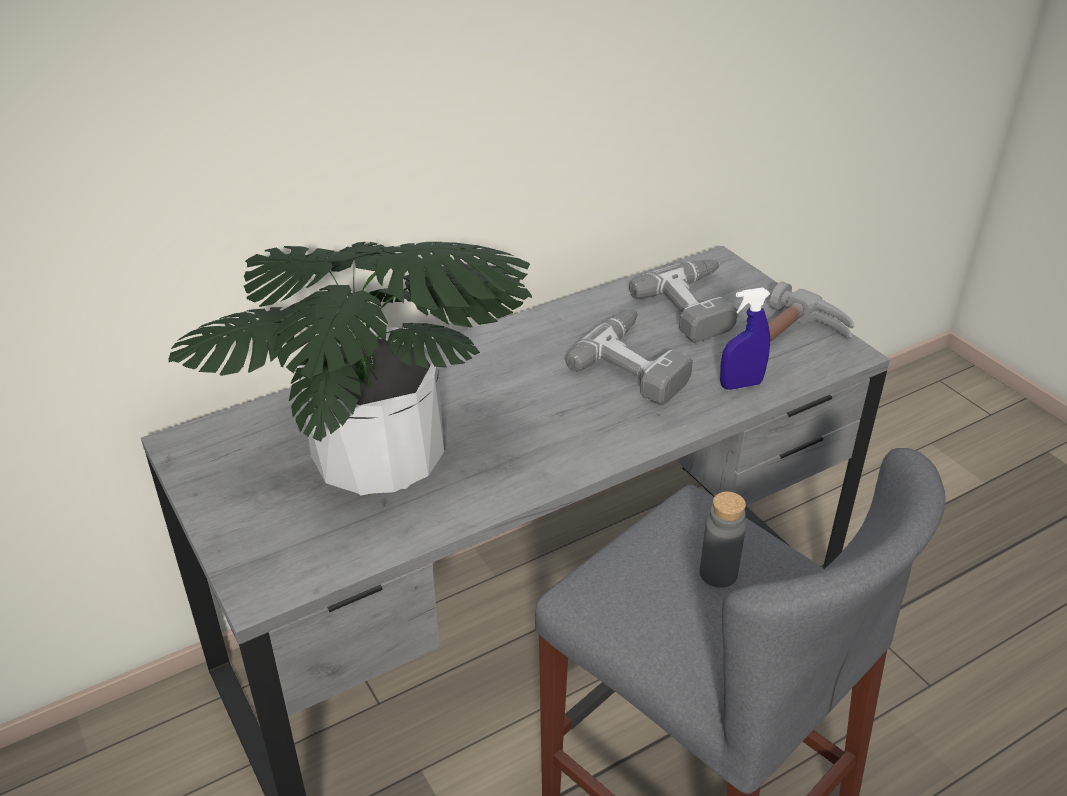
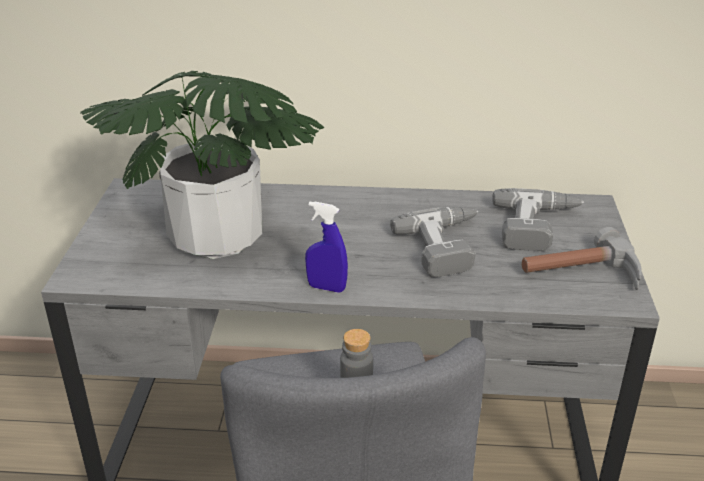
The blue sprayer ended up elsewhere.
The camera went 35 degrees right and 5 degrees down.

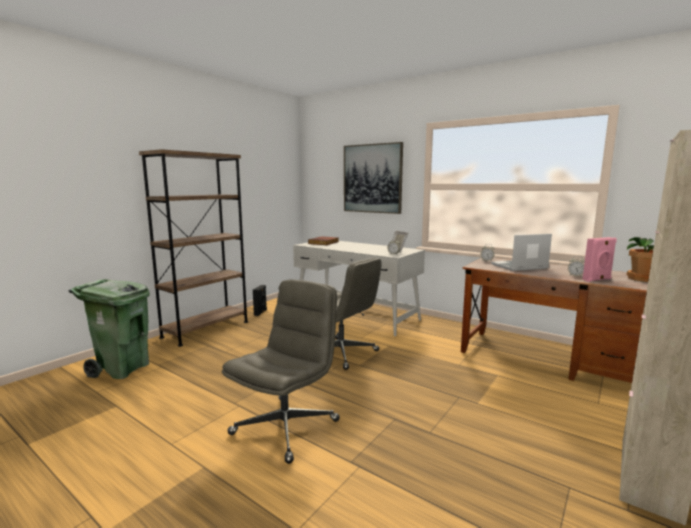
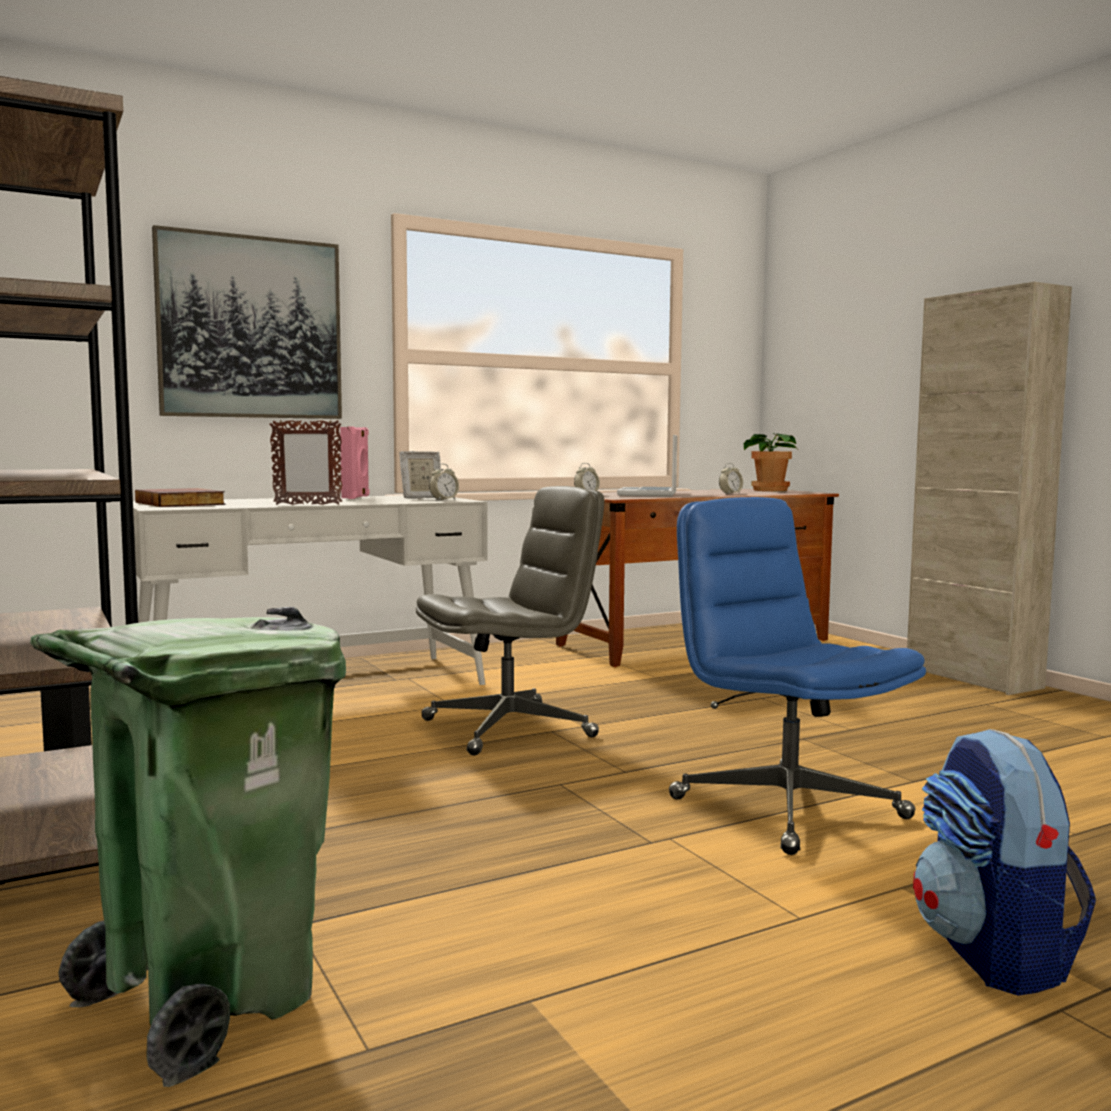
The second view gained the picture frame (no. 1 from left).
The second view gained the rucksack.
The pink audio speaker ended up elsewhere.
What was the gray desk chair (no. 1 from left) turned into the blue desk chair.
The camera went 65 degrees left and 5 degrees down.

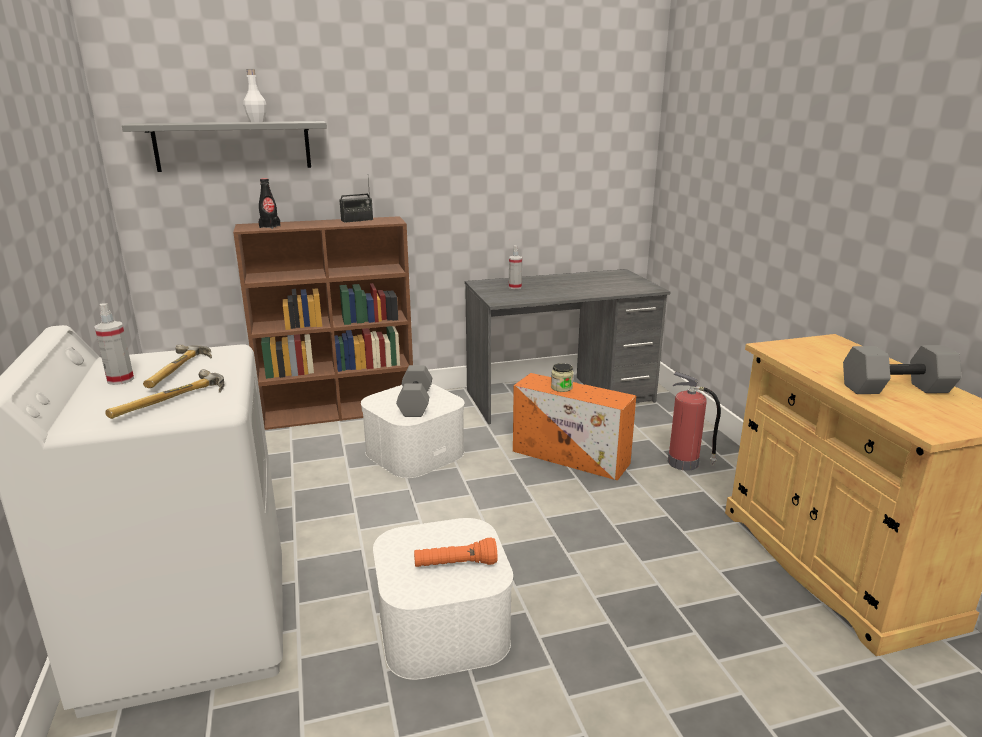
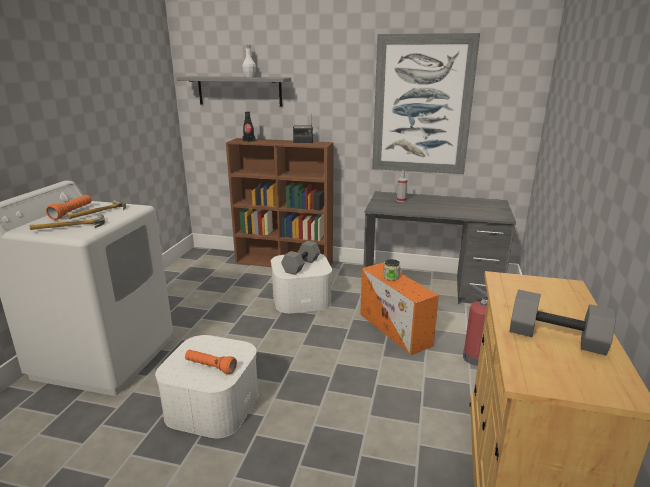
The second view gained the picture.
Where the sprayer (no. 1 from left) stood, the orange hand torch (no. 1 from left) came to stand.
The camera went 30 degrees right and 0 degrees up.

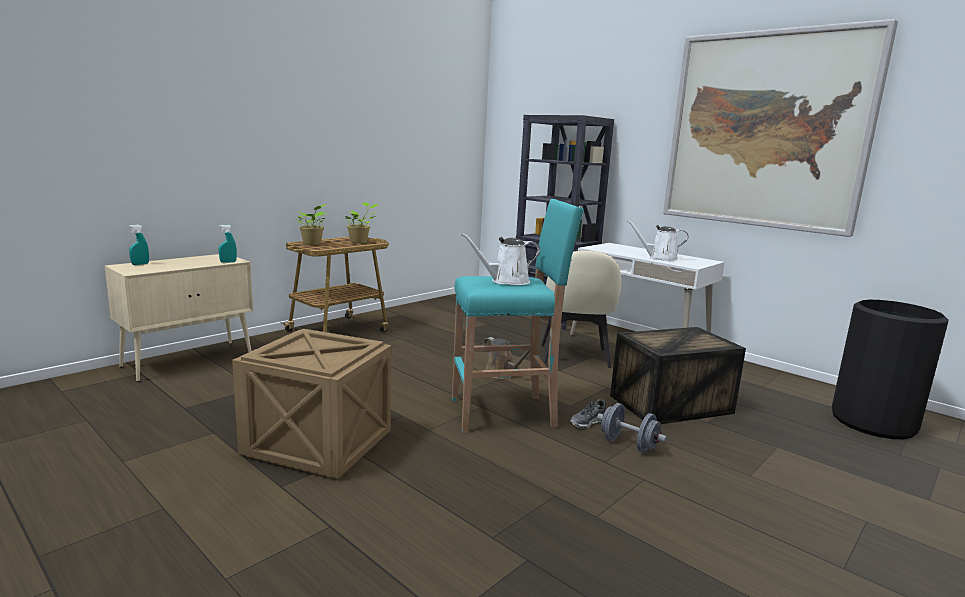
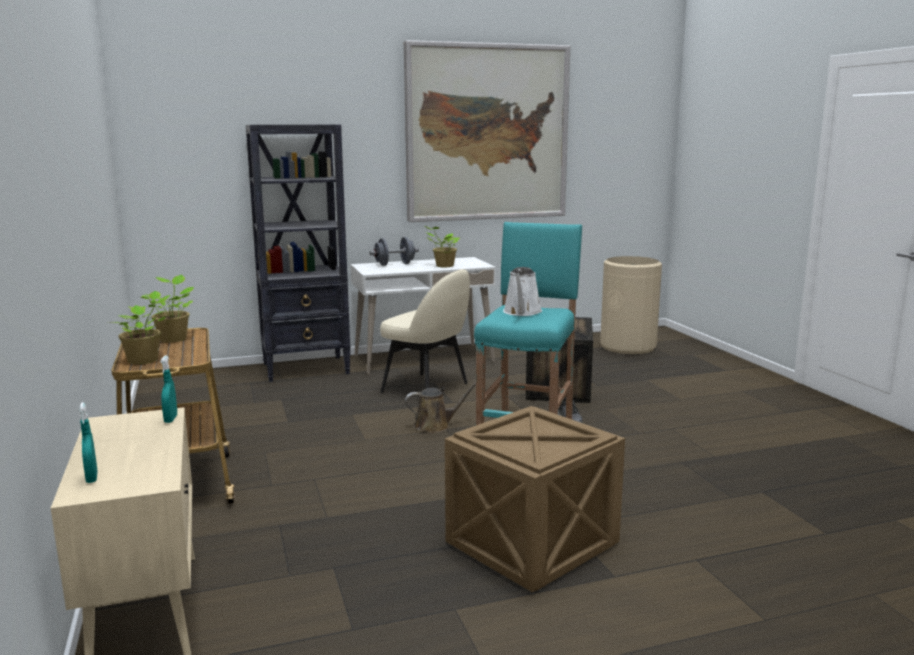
The gray hand weight ended up elsewhere.
Where the whitish watering pot (no. 2 from left) stood, the houseplant (no. 3 from left) came to stand.
What was the black rubbish bin turned into the beige-coloured rubbish bin.
The camera went 60 degrees left and 0 degrees up.

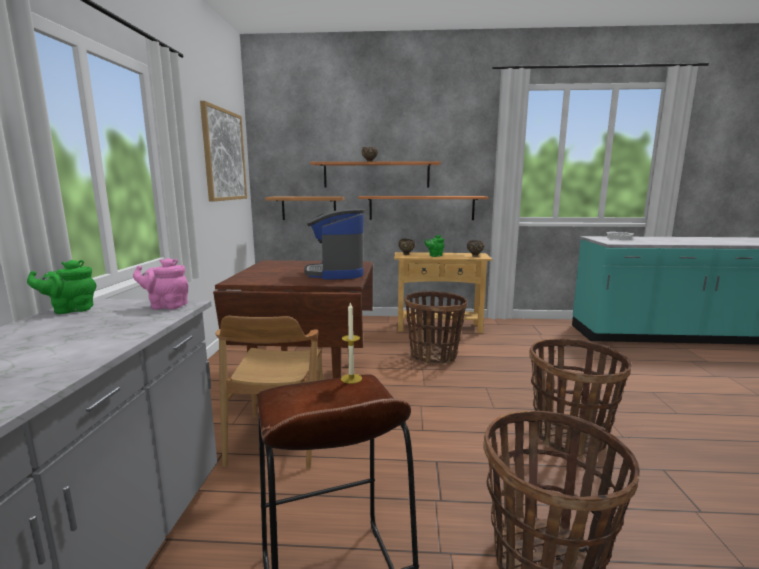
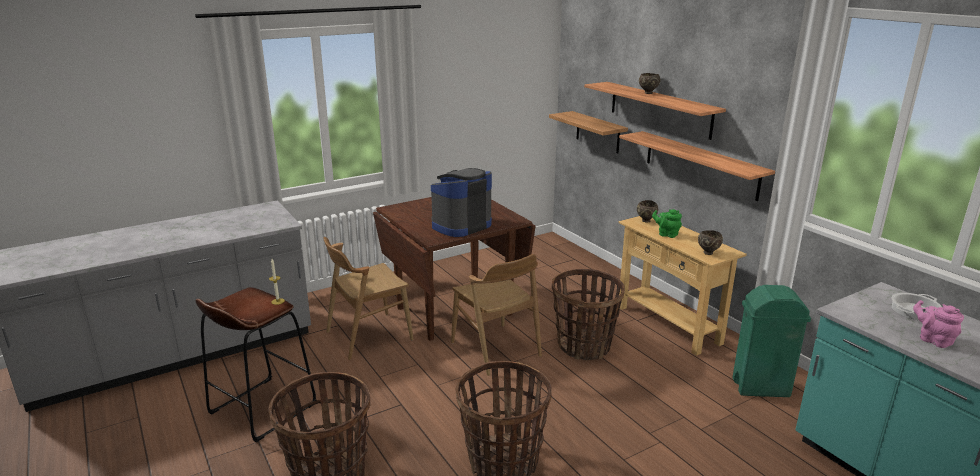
The second view lost the greenish tea pot (no. 1 from left).
The second view lost the picture.
The second view gained the brownish upright chair (no. 2 from left).
The second view gained the greenish rubbish bin.
The pink tea pot ended up elsewhere.
The camera went 55 degrees right and 10 degrees up.

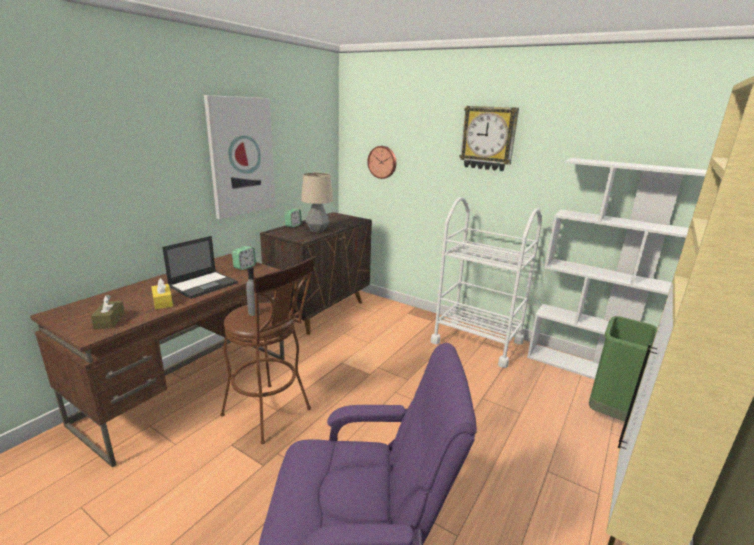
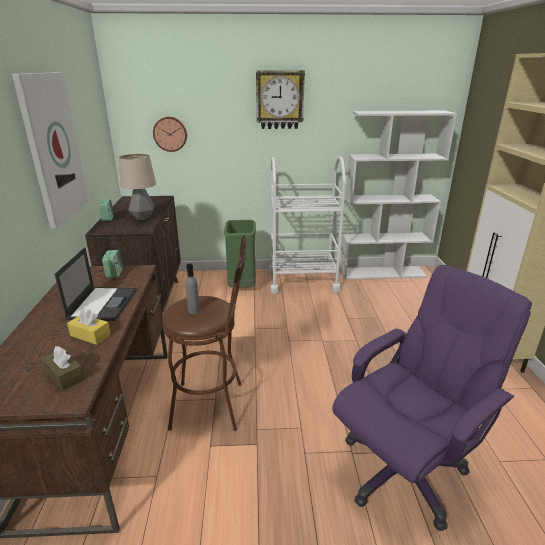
The greenish rubbish bin ended up elsewhere.
The camera went 35 degrees left and 5 degrees up.

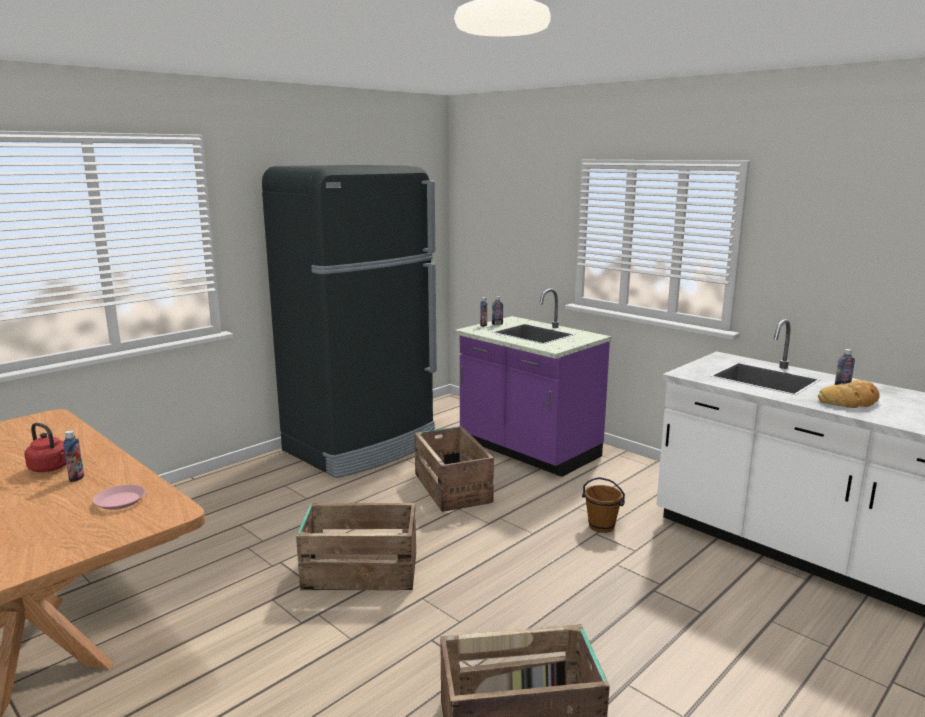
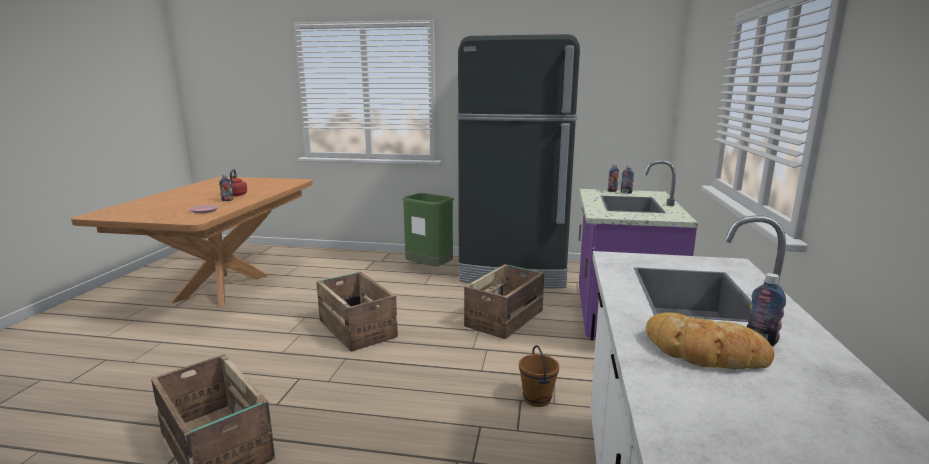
The second view gained the greenish rubbish bin.
The camera went 55 degrees right and 0 degrees up.

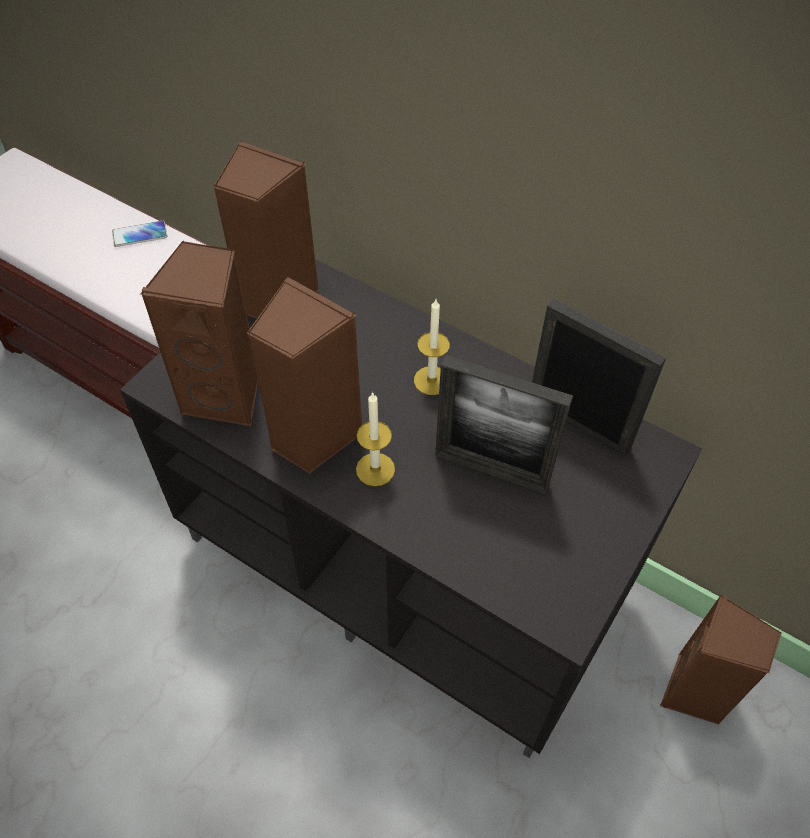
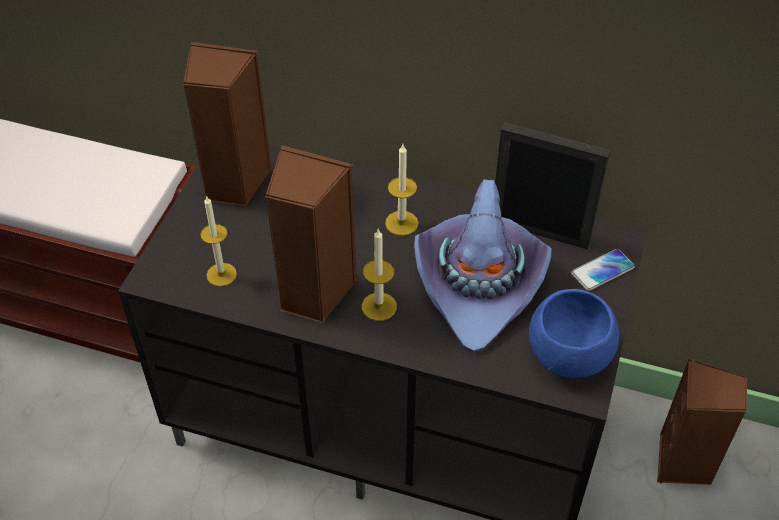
The second view gained the blue serving bowl.
The telephone ended up elsewhere.
Where the brownish audio speaker (no. 1 from left) stood, the wax light (no. 1 from left) came to stand.
Where the picture frame (no. 1 from left) stood, the purple-coloured wearable hat came to stand.
The camera went 15 degrees left and 5 degrees down.

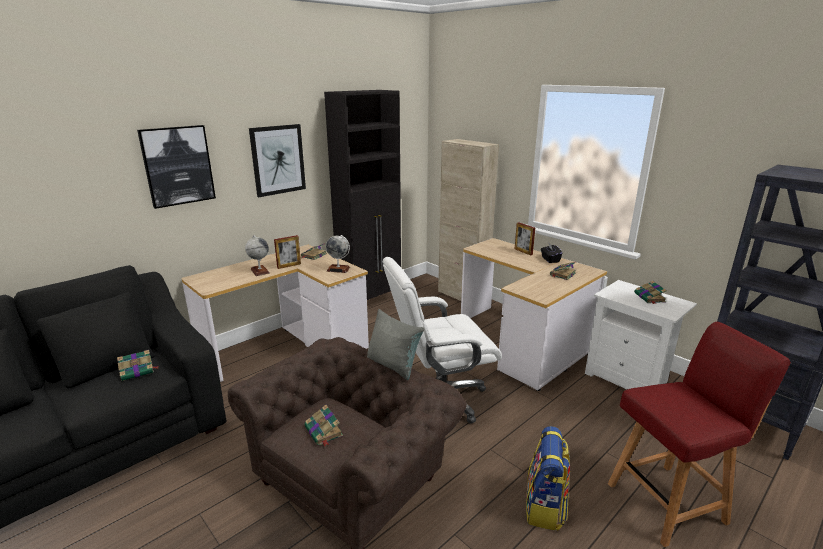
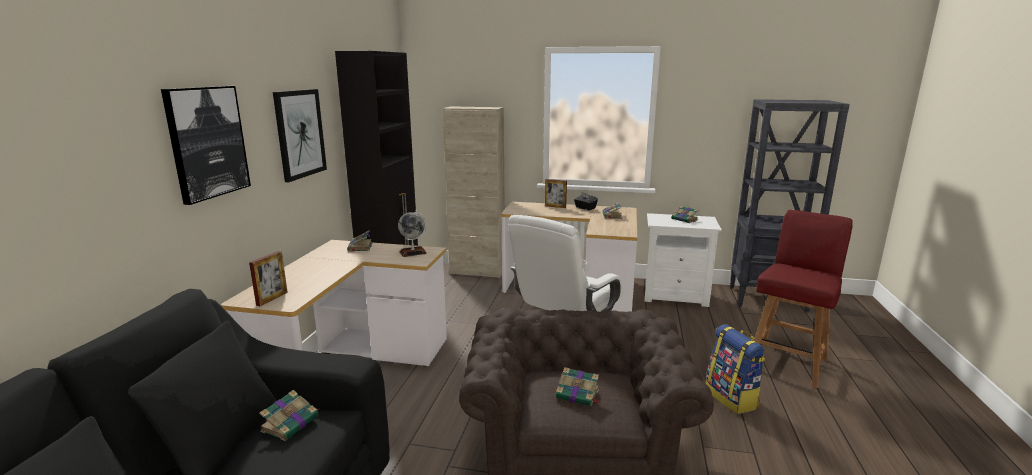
The second view lost the globe (no. 1 from left).
The second view lost the gray cushion.
The picture frame (no. 1 from left) ended up elsewhere.
The camera went 35 degrees left and 5 degrees down.

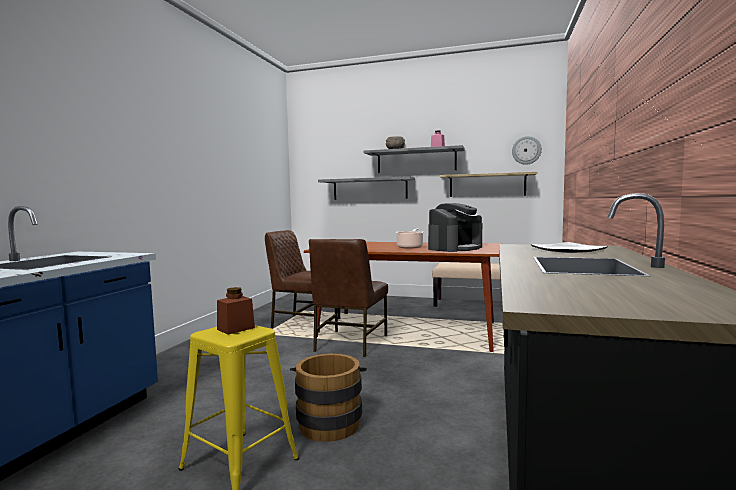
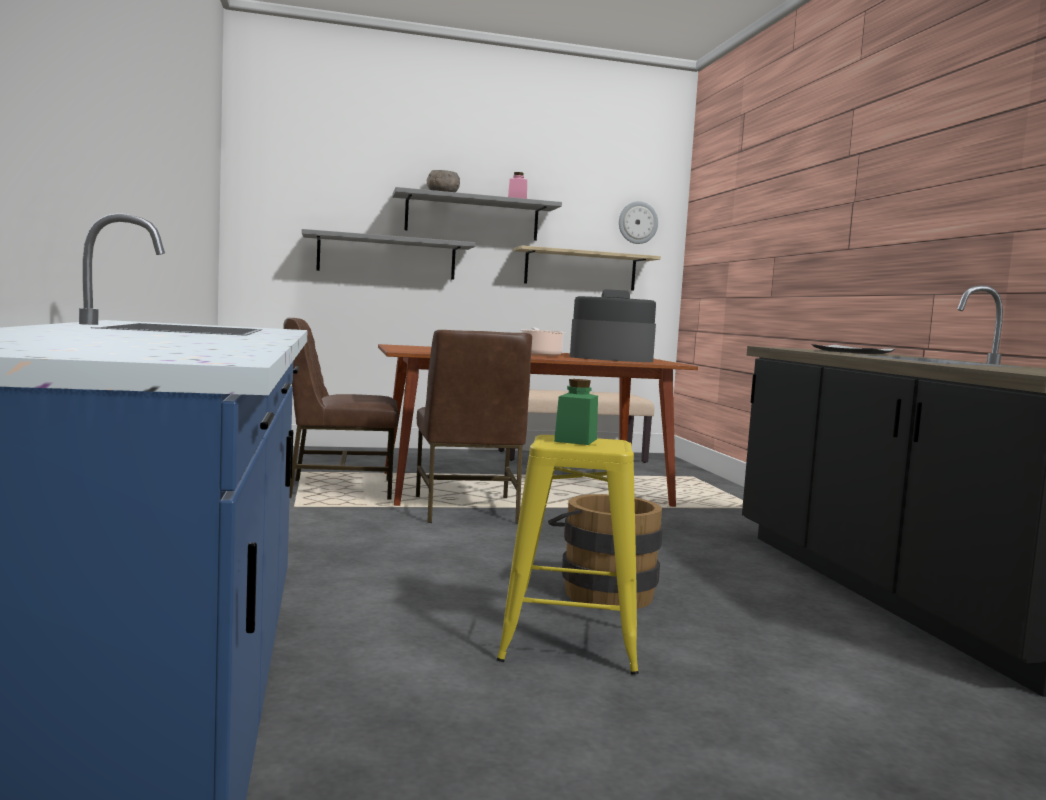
What was the brownish storage jar turned into the greenish storage jar.
The coffee brewer ended up facing another way, 105 degrees counterclockwise from before.
The camera went 30 degrees left and 0 degrees up.

